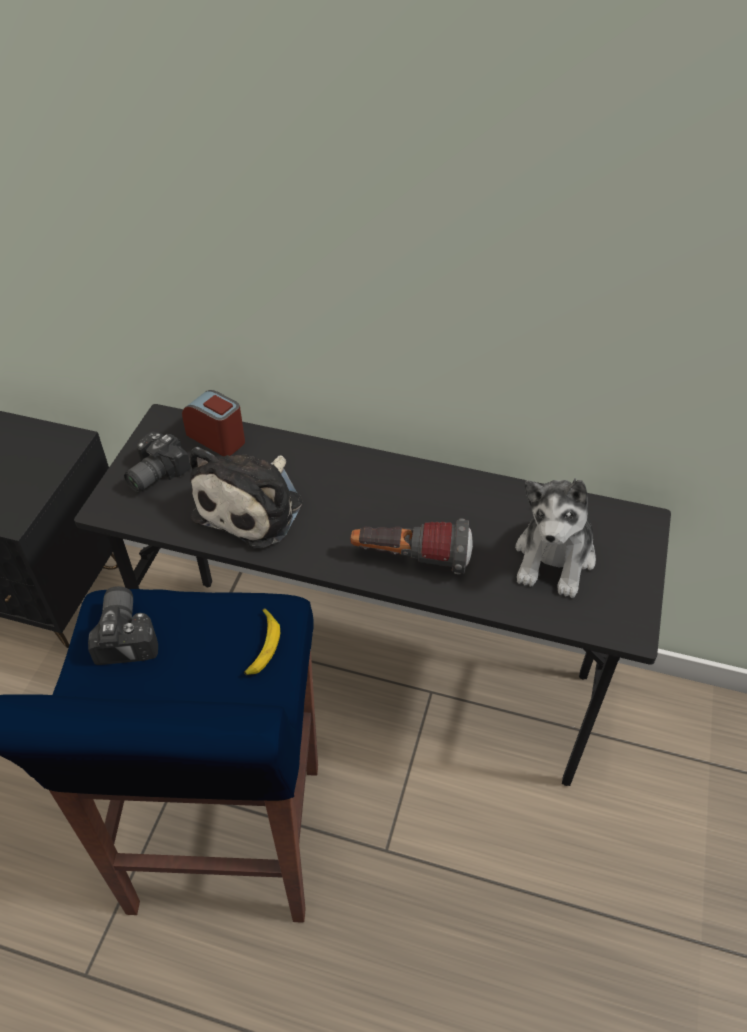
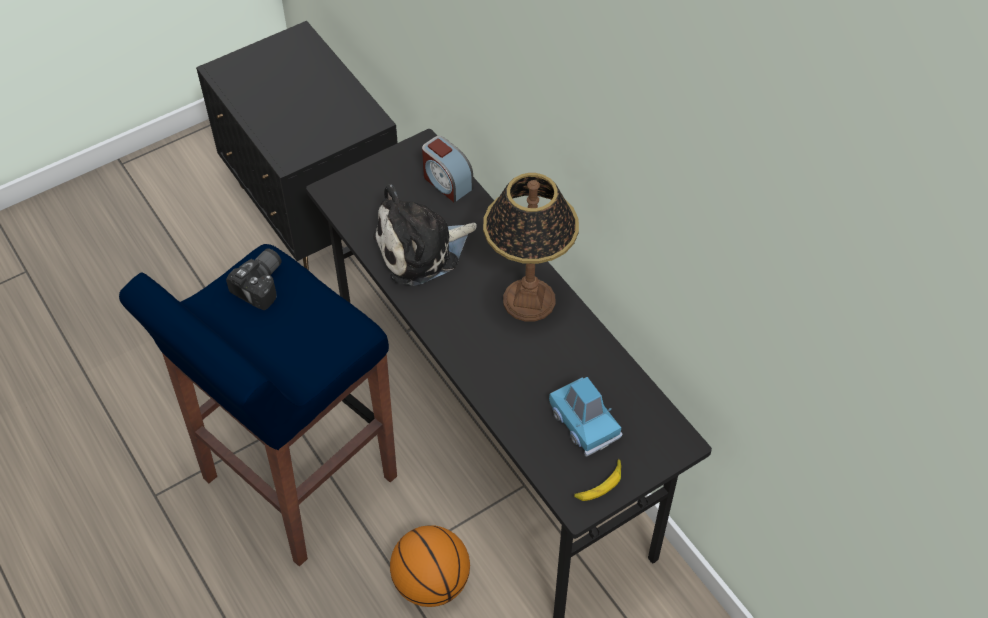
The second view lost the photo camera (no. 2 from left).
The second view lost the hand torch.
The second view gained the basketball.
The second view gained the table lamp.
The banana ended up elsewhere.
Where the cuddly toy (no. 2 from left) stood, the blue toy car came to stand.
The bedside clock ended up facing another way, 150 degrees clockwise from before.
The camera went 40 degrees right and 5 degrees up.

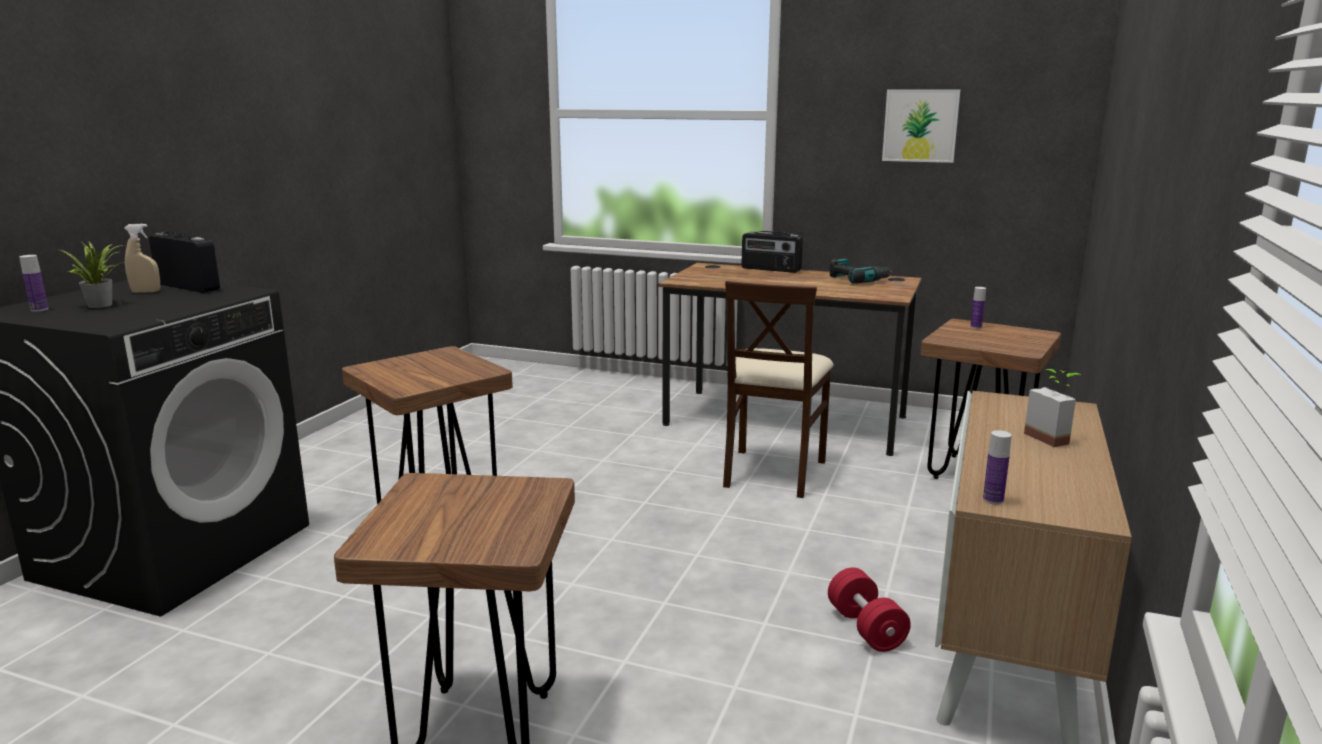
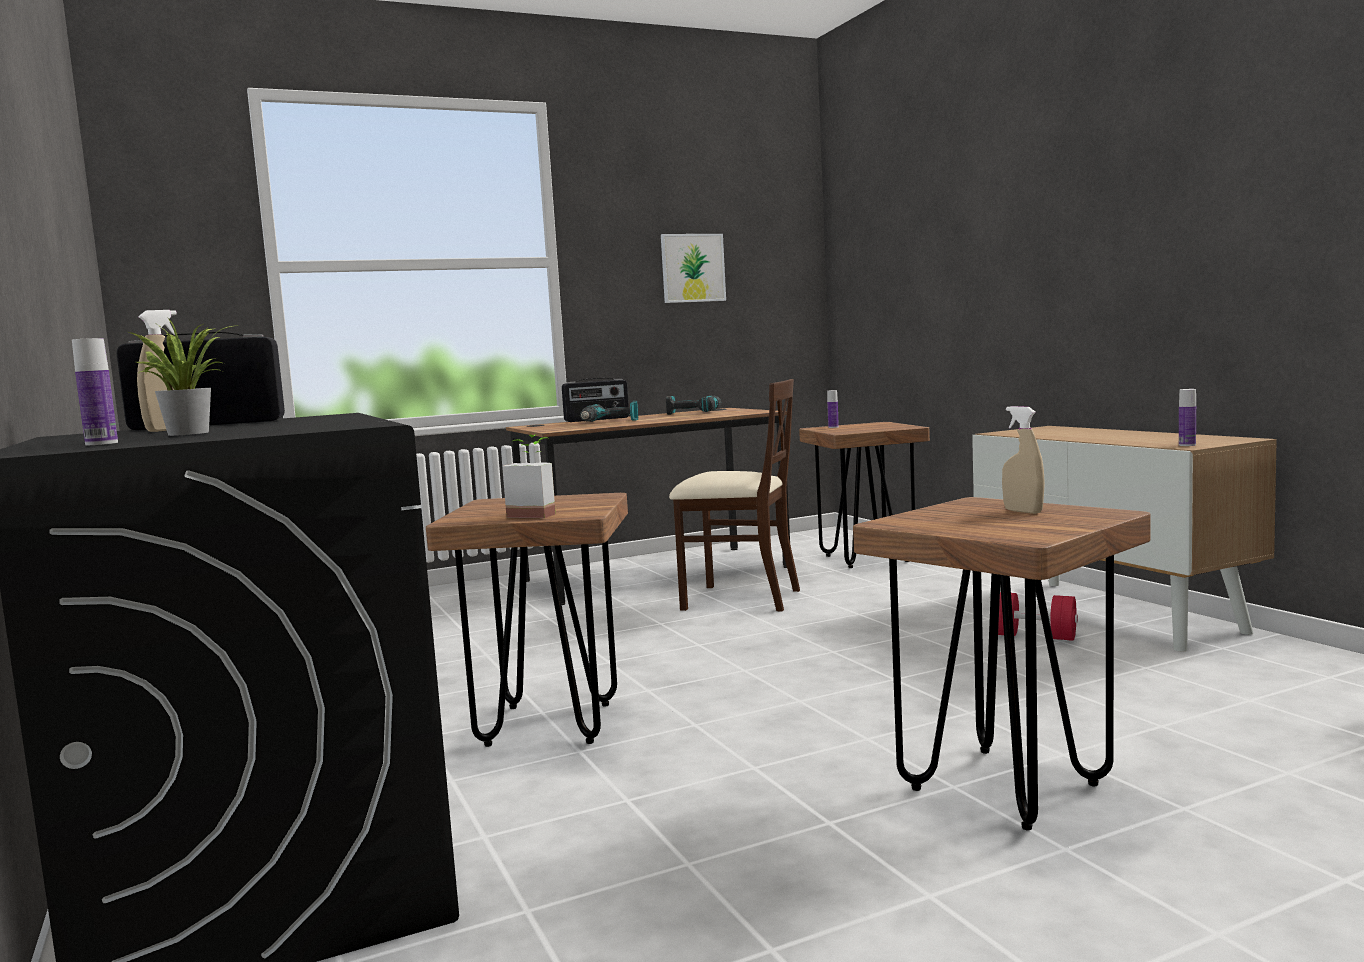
The second view gained the power drill (no. 1 from left).
The second view gained the beige-coloured sprayer (no. 2 from left).
The houseplant (no. 2 from left) ended up elsewhere.
The beige-coloured upright chair ended up facing another way, 45 degrees counterclockwise from before.
The camera went 45 degrees left and 10 degrees down.

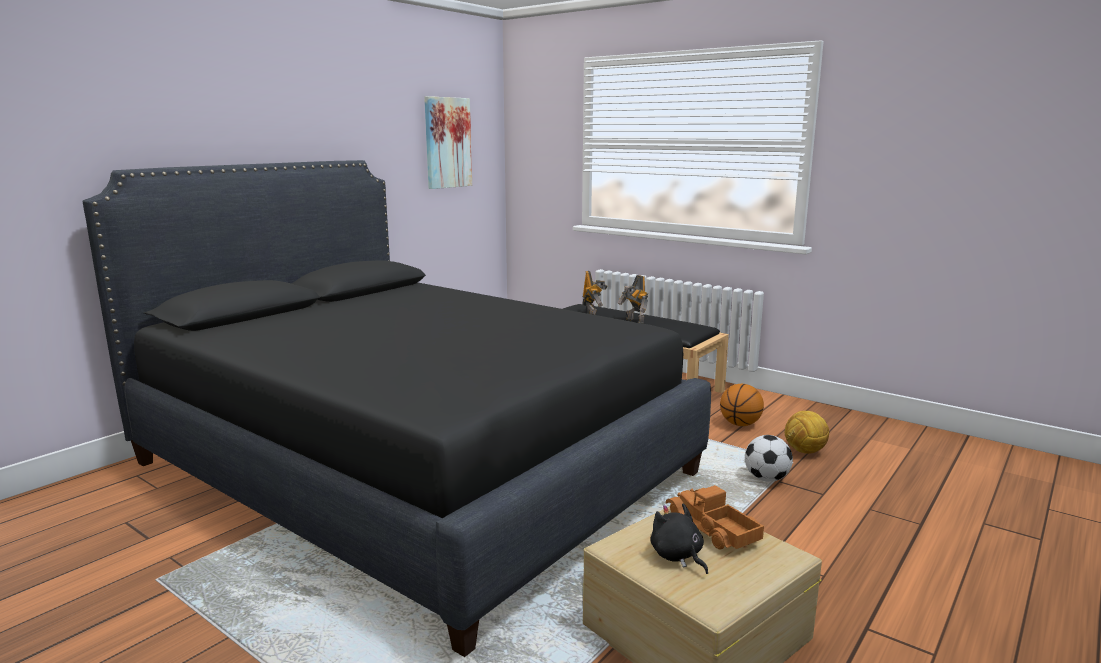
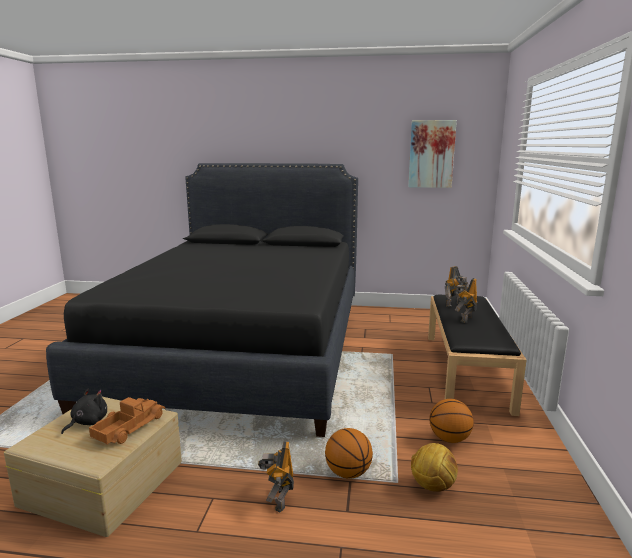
The second view gained the model robot (no. 1 from left).
Where the football (no. 1 from left) stood, the basketball (no. 1 from left) came to stand.
The camera went 60 degrees right and 0 degrees up.

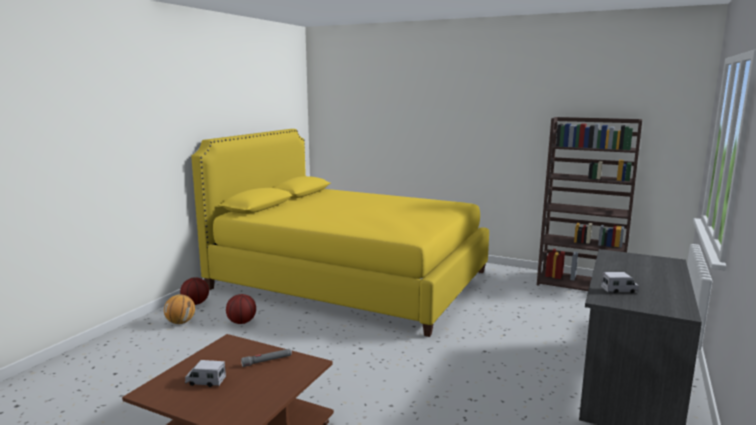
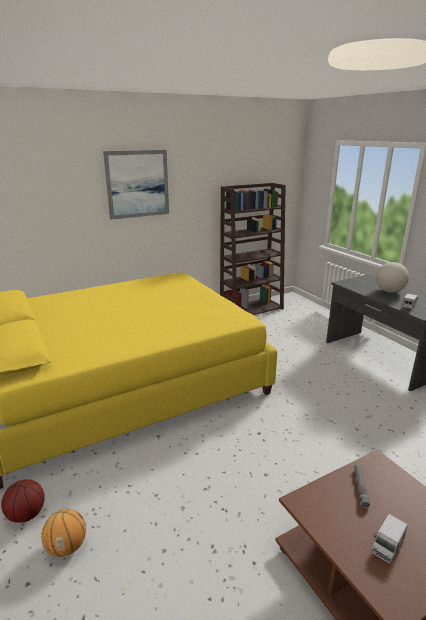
The second view lost the basketball (no. 3 from left).
The second view gained the picture.
The second view gained the globe.
The camera went 55 degrees left and 10 degrees up.

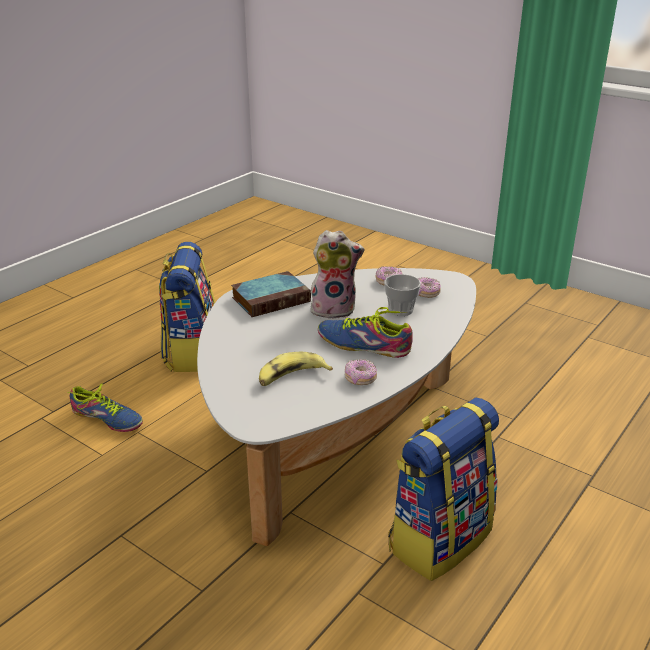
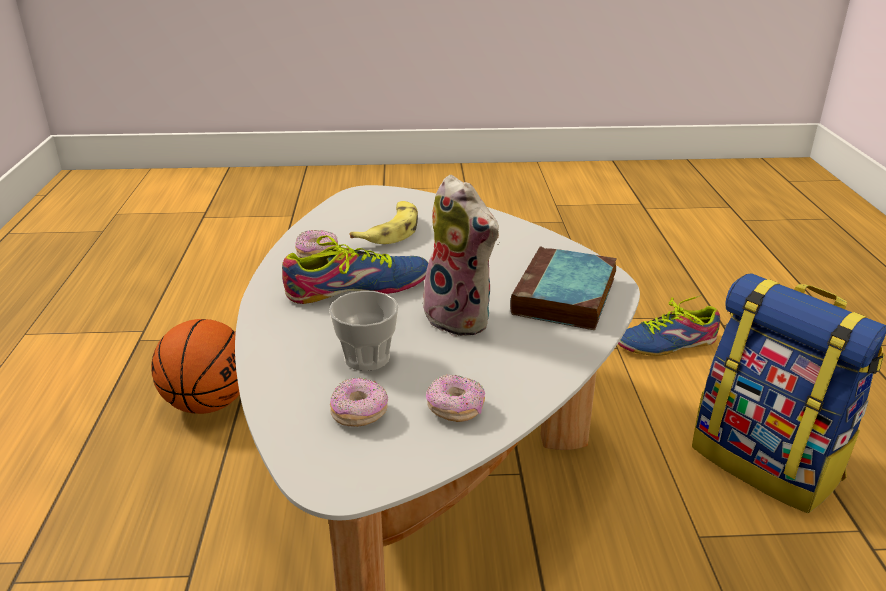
Where the rucksack (no. 2 from left) stood, the basketball came to stand.
The cuddly toy ended up facing another way, 90 degrees counterclockwise from before.
The camera went 140 degrees right and 0 degrees up.

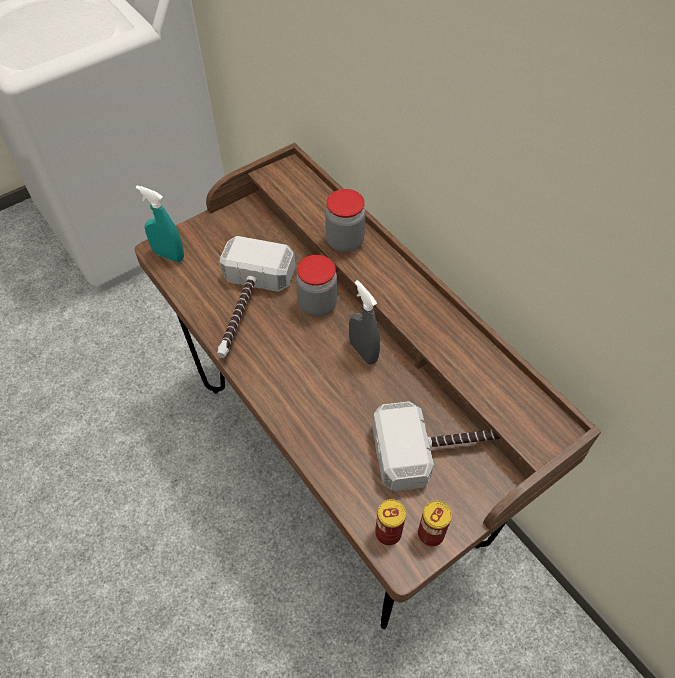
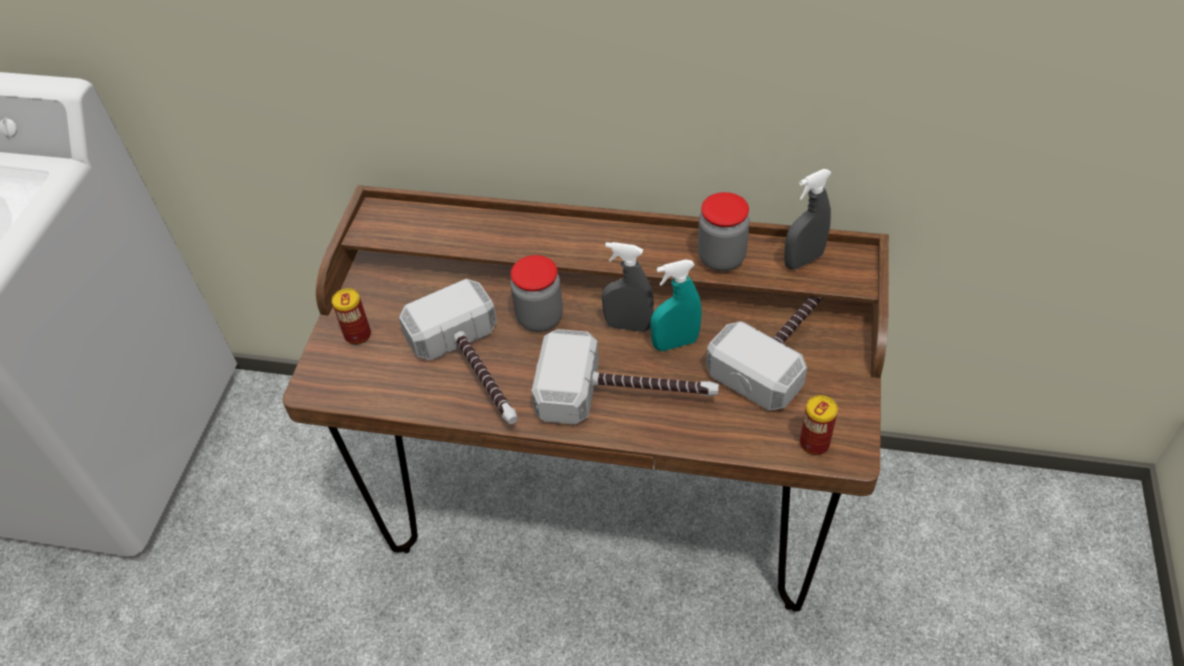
The second view gained the hammer (no. 2 from left).
The second view gained the gray sprayer (no. 2 from left).
The turquoise sprayer ended up elsewhere.
The storage jar (no. 2 from left) ended up elsewhere.
The can (no. 2 from left in the first image) ended up elsewhere.
The camera went 40 degrees left and 5 degrees down.

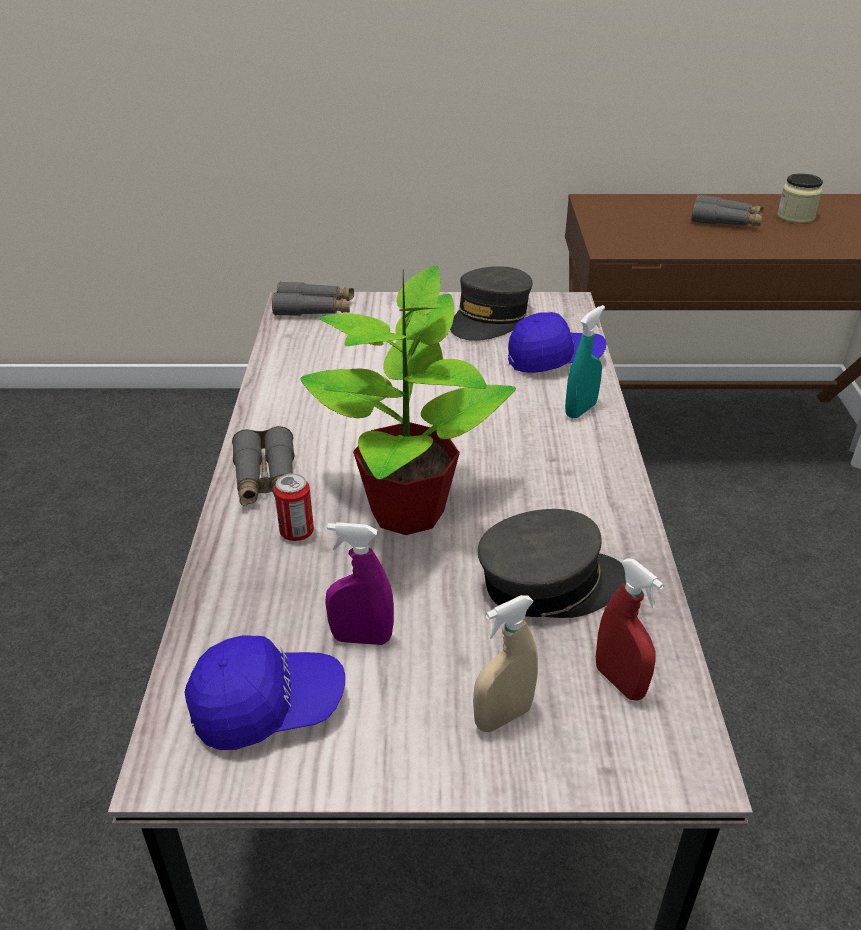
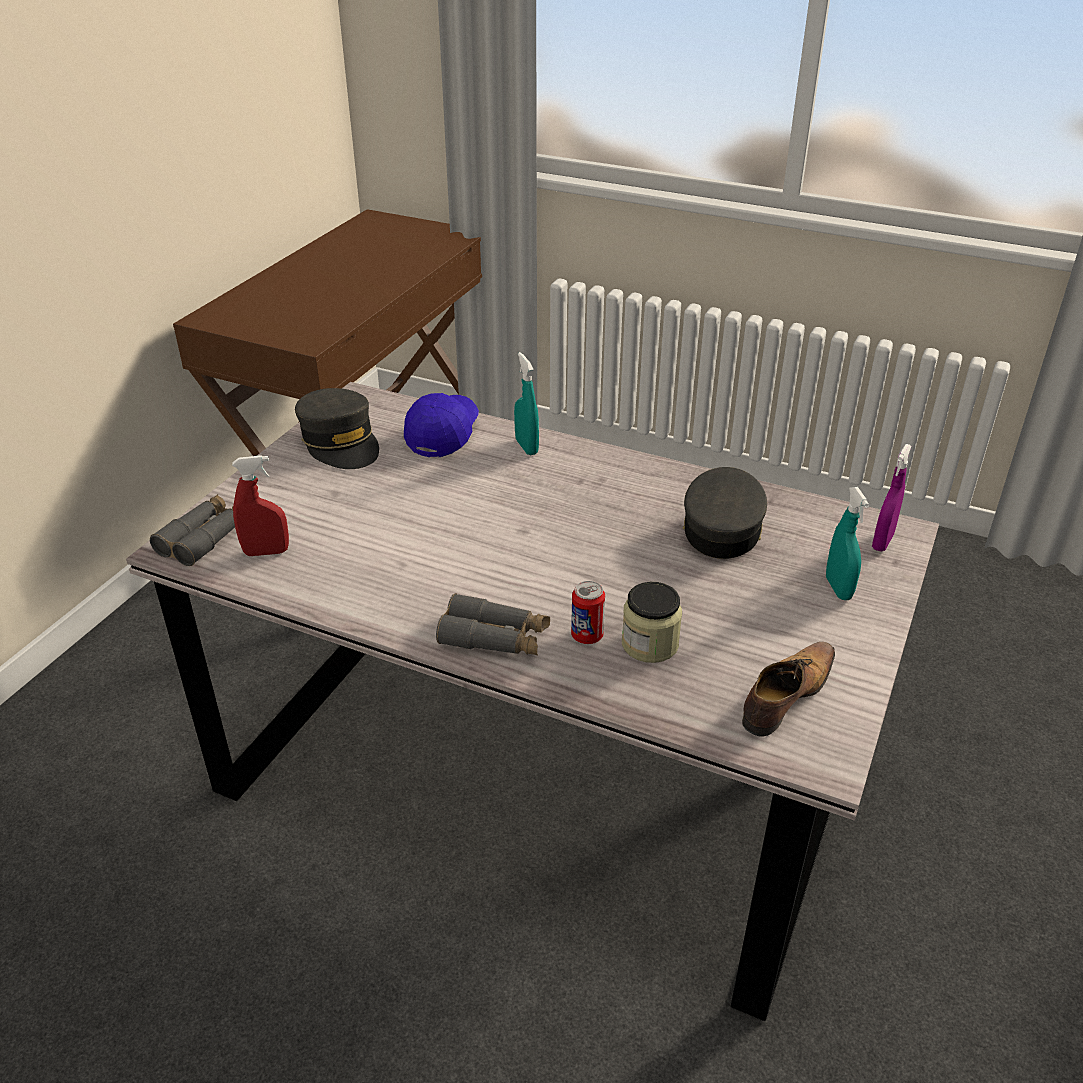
The second view lost the houseplant.
The second view lost the gray binoculars (no. 3 from left).
The purple-coloured sprayer ended up elsewhere.
The red sprayer ended up elsewhere.
The storage jar ended up elsewhere.
Where the blue peaked cap (no. 1 from left) stood, the item of footwear came to stand.
What was the beige-coloured sprayer turned into the turquoise sprayer (no. 2 from left).
The camera went 65 degrees left and 0 degrees up.

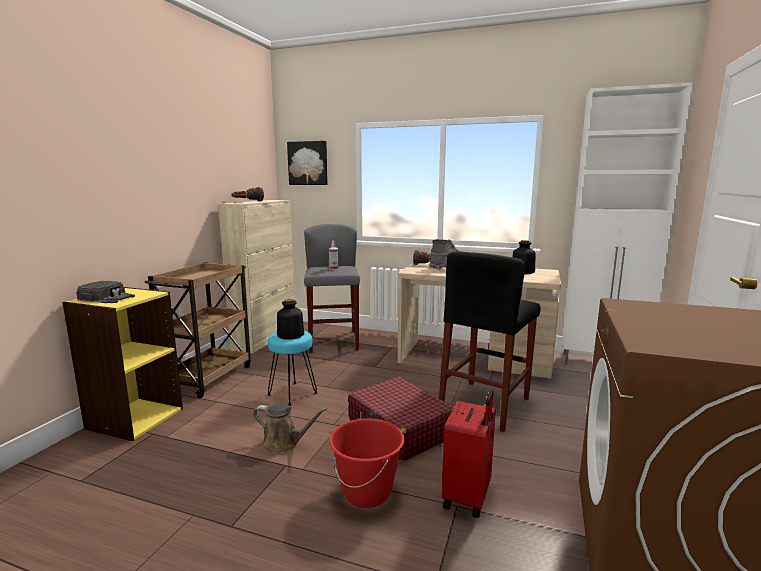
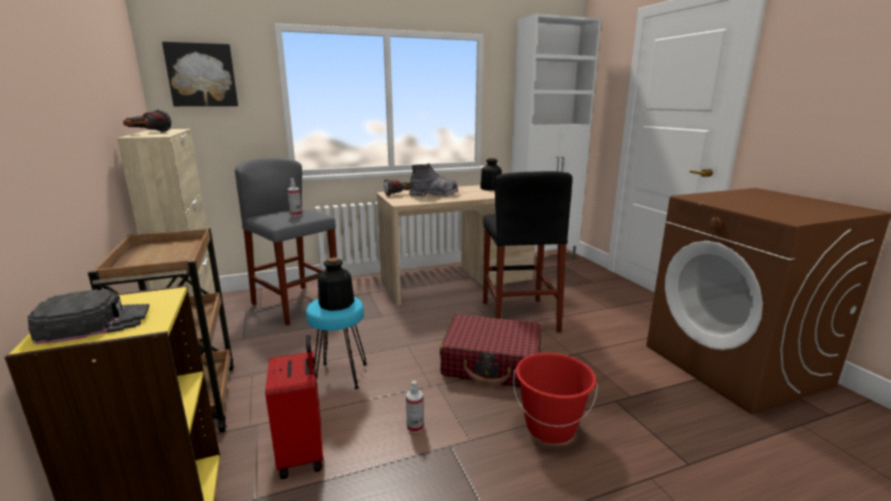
The red travel case (no. 2 from left in the first image) ended up elsewhere.
Where the brownish watering pot stood, the sprayer (no. 2 from left) came to stand.
The camera went 40 degrees left and 5 degrees up.

